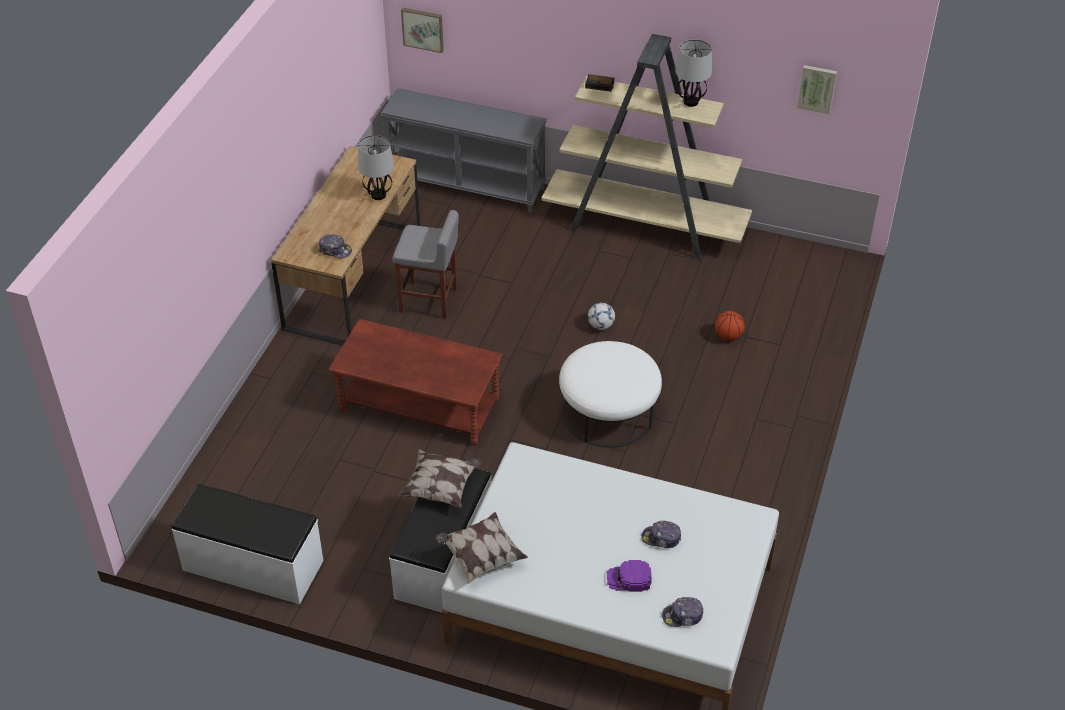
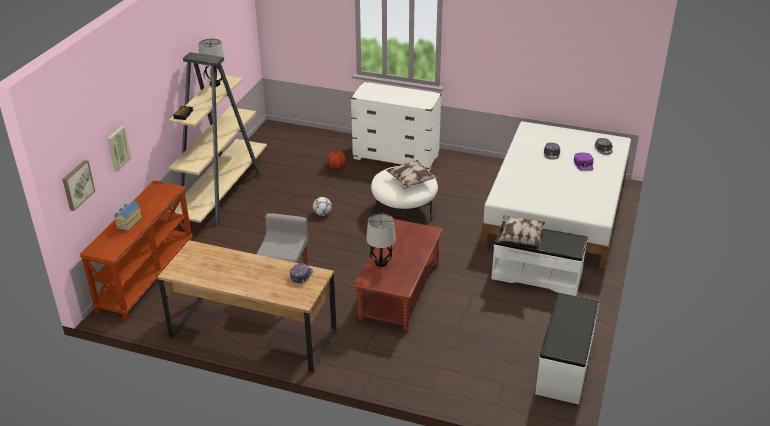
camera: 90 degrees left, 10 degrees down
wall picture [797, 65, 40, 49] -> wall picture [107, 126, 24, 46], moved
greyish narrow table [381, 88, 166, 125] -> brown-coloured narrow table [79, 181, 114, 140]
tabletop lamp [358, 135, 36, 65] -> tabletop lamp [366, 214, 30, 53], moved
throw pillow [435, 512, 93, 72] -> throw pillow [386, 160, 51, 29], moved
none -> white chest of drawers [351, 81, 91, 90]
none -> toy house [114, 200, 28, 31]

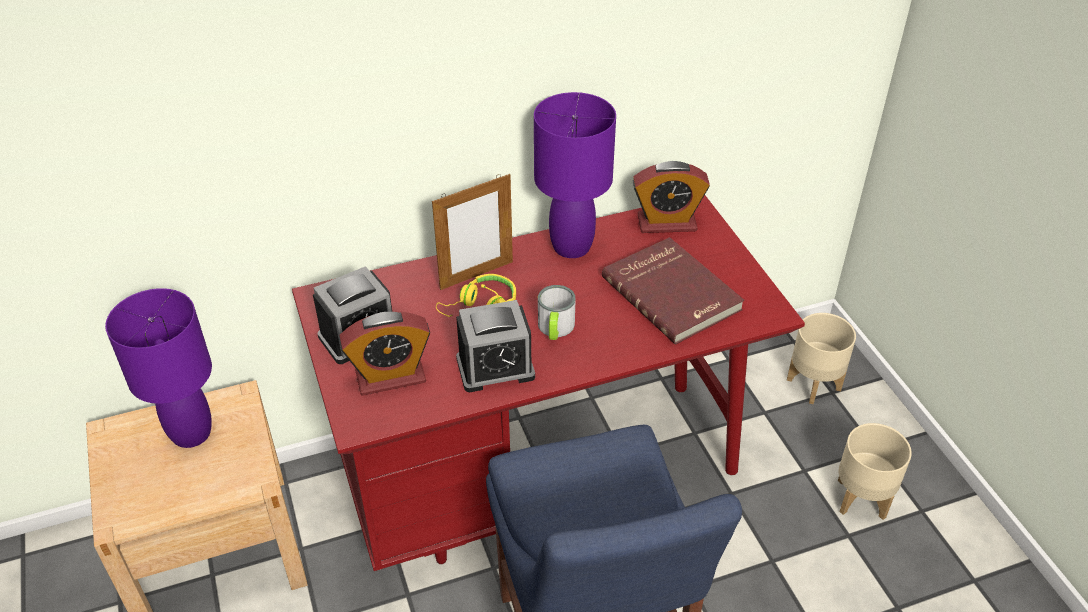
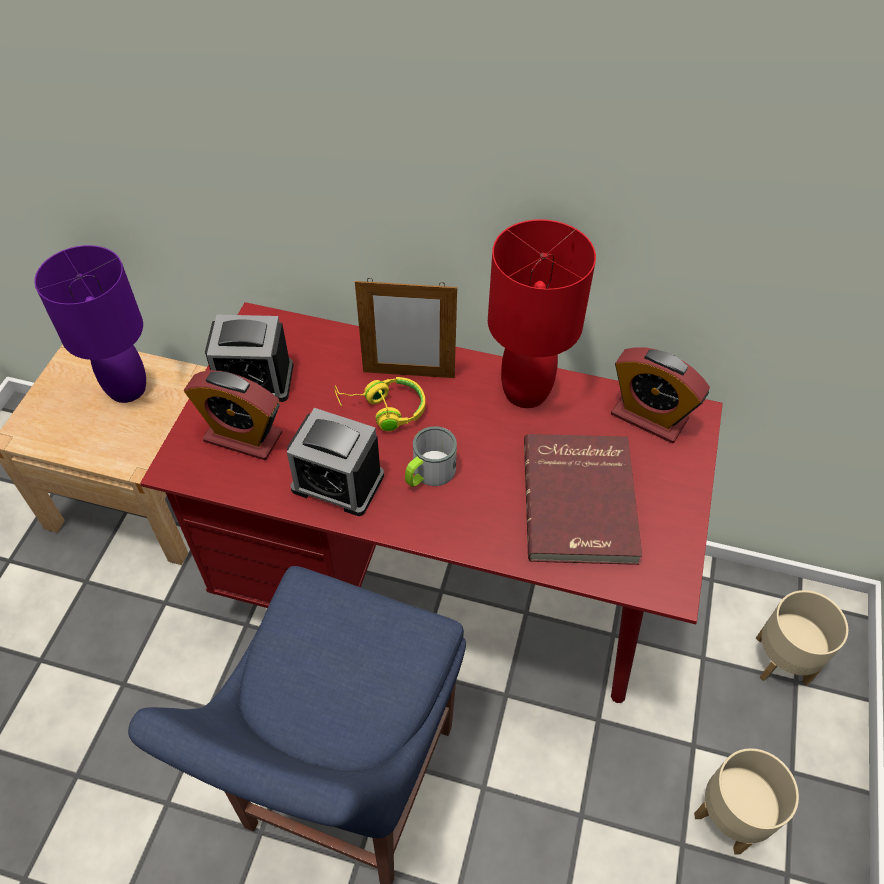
camera: 35 degrees right, 10 degrees up
purplish tabletop lamp [534, 92, 82, 166] -> reddish tabletop lamp [488, 219, 108, 189]

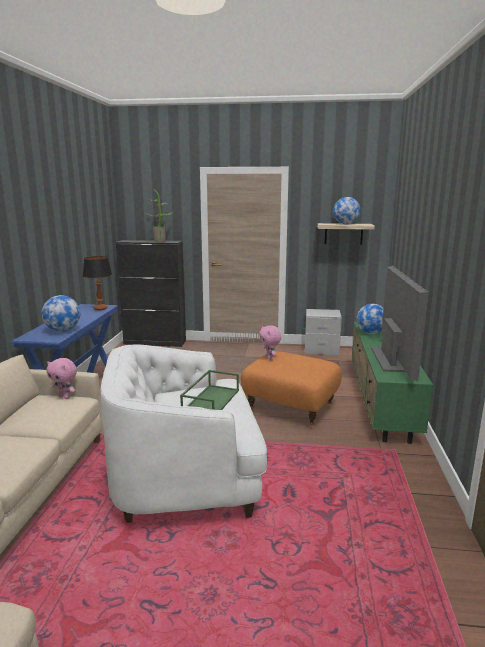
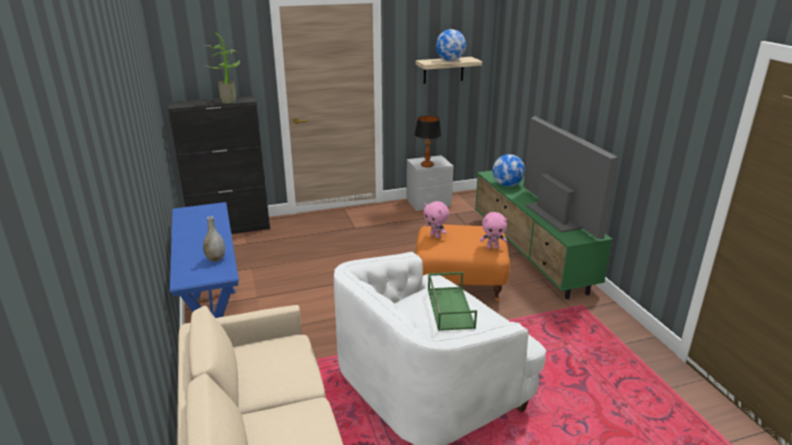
camera: 25 degrees left, 10 degrees up
tabletop lamp [83, 256, 29, 54] -> tabletop lamp [415, 116, 27, 51], moved
desk globe [41, 295, 39, 37] -> greyish vase [203, 216, 22, 46]
pink plush toy [47, 358, 30, 41] -> pink plush toy [480, 212, 27, 37], moved

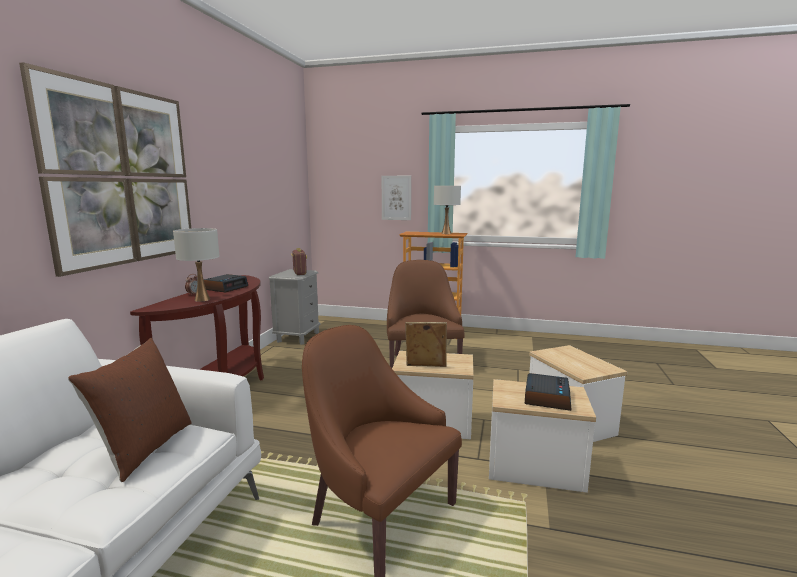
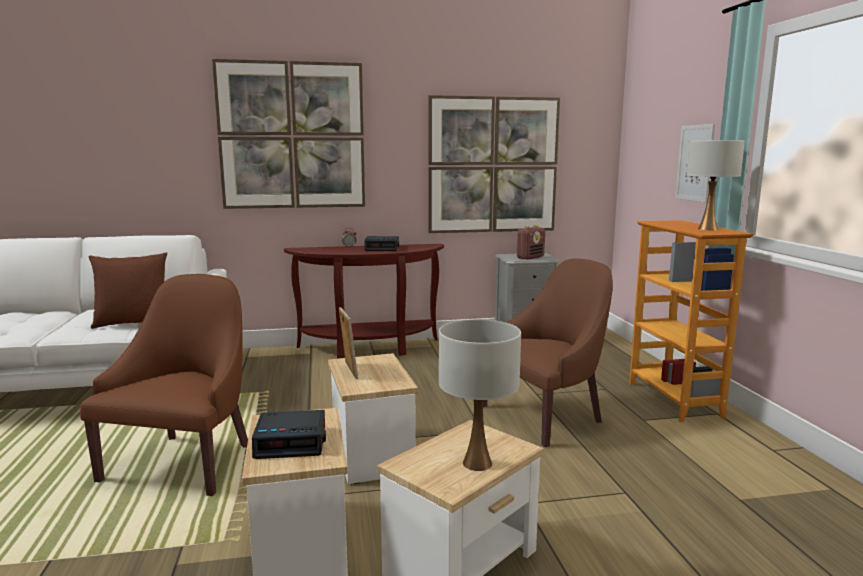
camera: 65 degrees right, 0 degrees up
white tabletop lamp [173, 228, 47, 74] -> white tabletop lamp [439, 319, 82, 152], moved
none -> wall picture [428, 95, 132, 138]

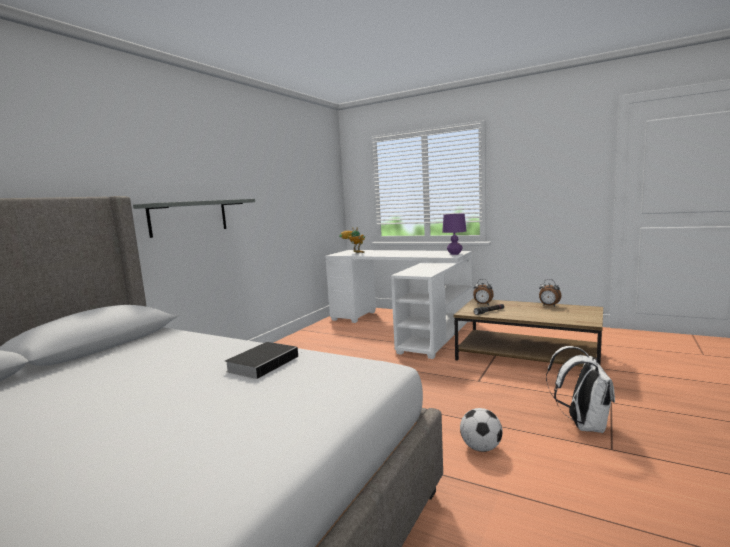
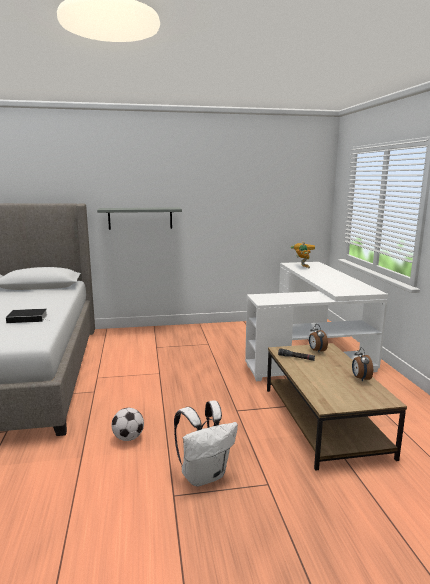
camera: 50 degrees right, 5 degrees up
purplish tabletop lamp [442, 214, 24, 41] -> none

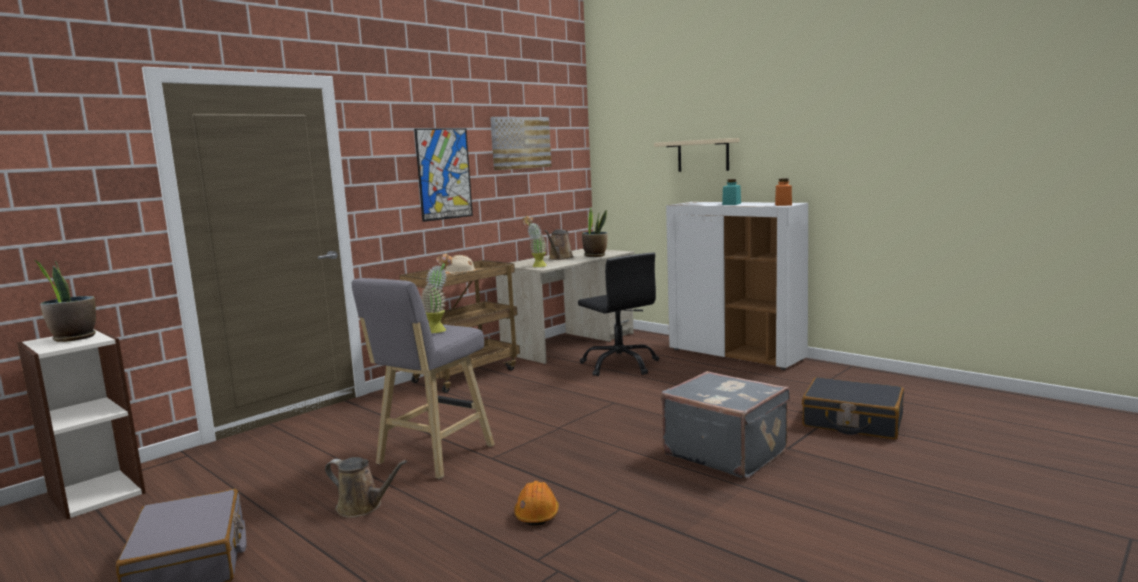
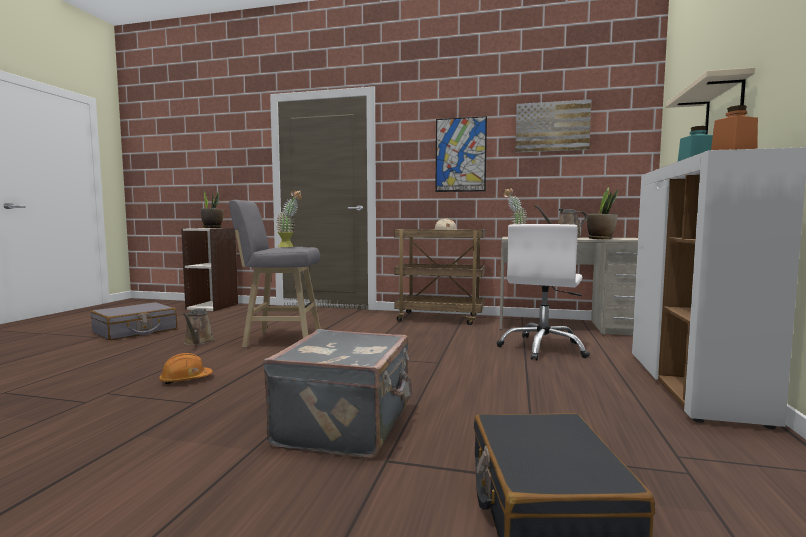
camera: 60 degrees right, 5 degrees down
black-coloured computer chair [578, 253, 81, 123] -> white computer chair [497, 224, 93, 137]

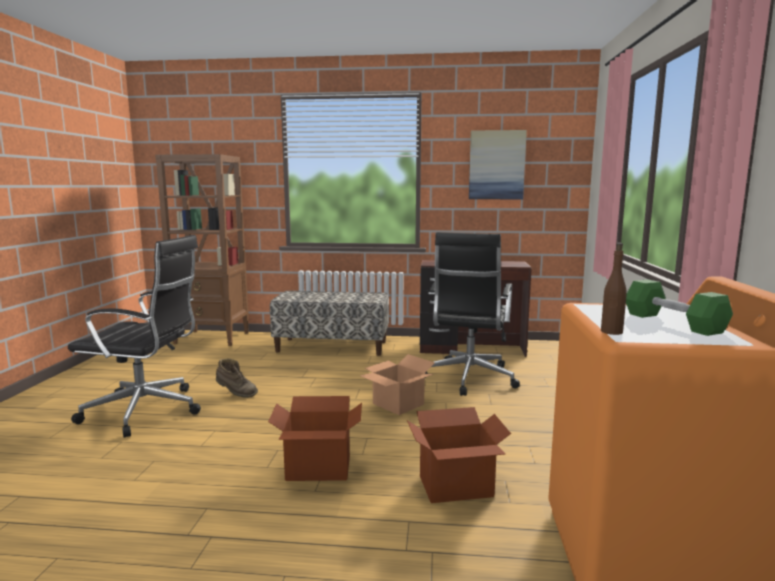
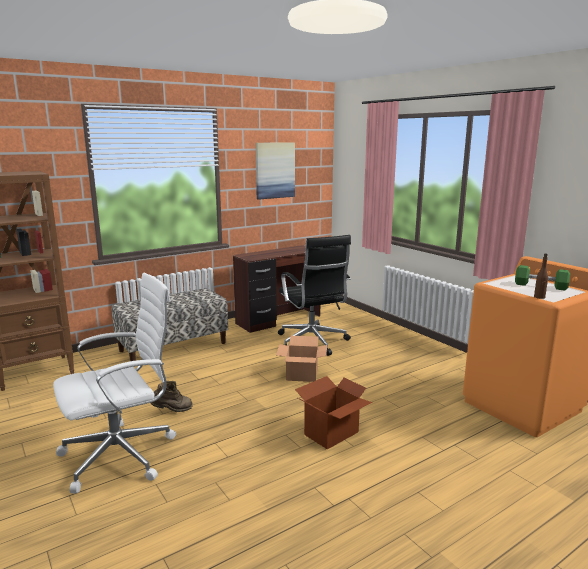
camera: 40 degrees left, 5 degrees up
black-coloured computer chair [68, 235, 133, 203] -> white computer chair [53, 273, 123, 220]
packing box [407, 407, 104, 96] -> none

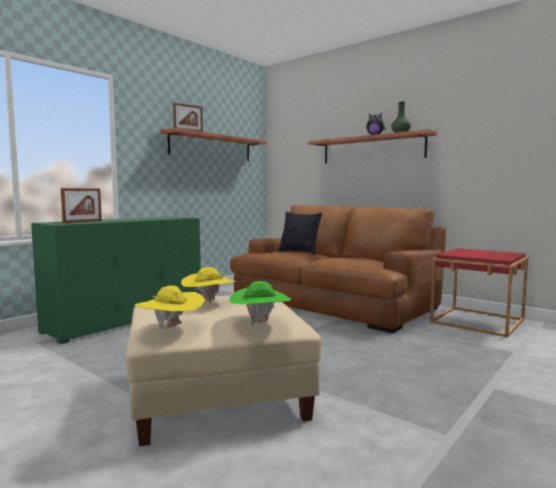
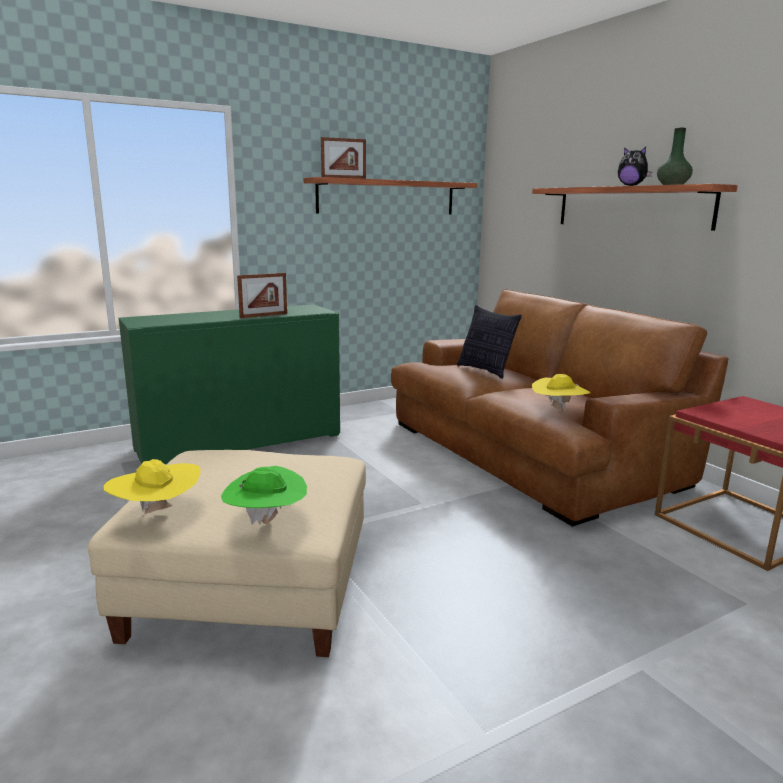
camera: 20 degrees right, 10 degrees up
picture frame [61, 188, 41, 35] -> picture frame [237, 273, 50, 45], moved
yellow-coloured wearable hat [181, 267, 54, 36] -> yellow-coloured wearable hat [532, 374, 58, 37], moved

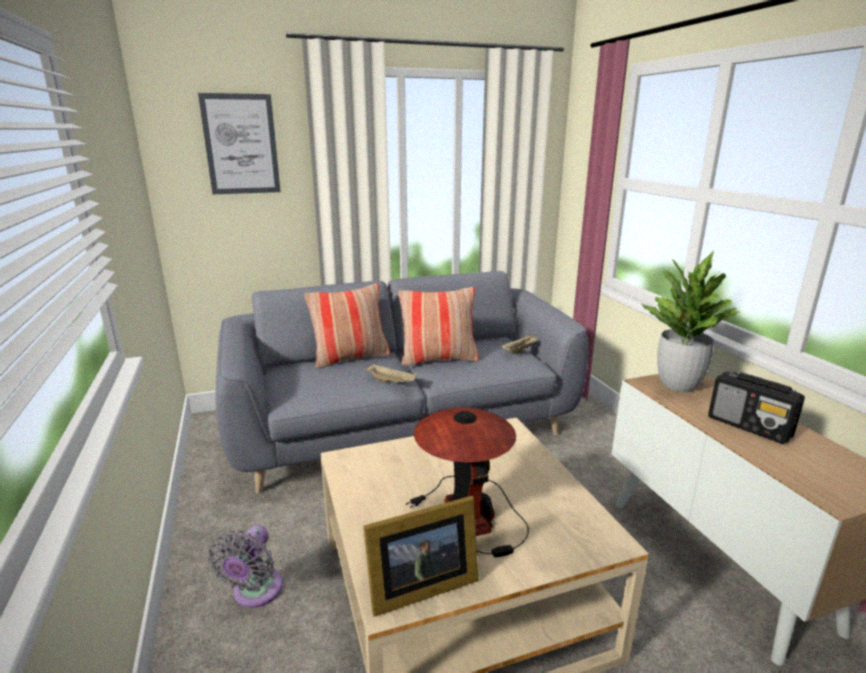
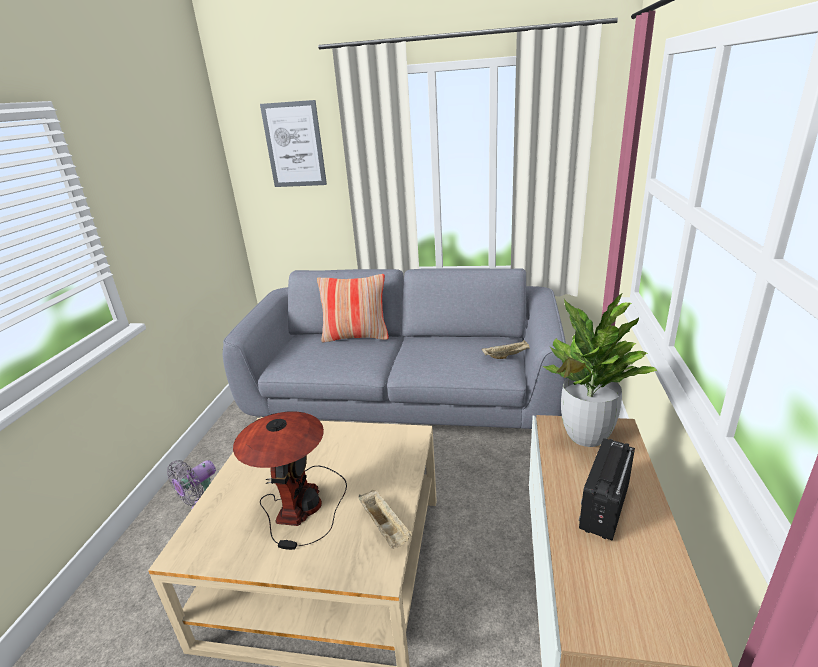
camera: 30 degrees right, 5 degrees up
throw pillow [398, 287, 81, 79] -> none
beige-coloured tray [364, 364, 53, 19] -> beige-coloured tray [358, 490, 54, 59], moved
radio set [708, 371, 97, 73] -> radio set [579, 438, 56, 103], 45 degrees clockwise
picture frame [363, 496, 115, 121] -> none

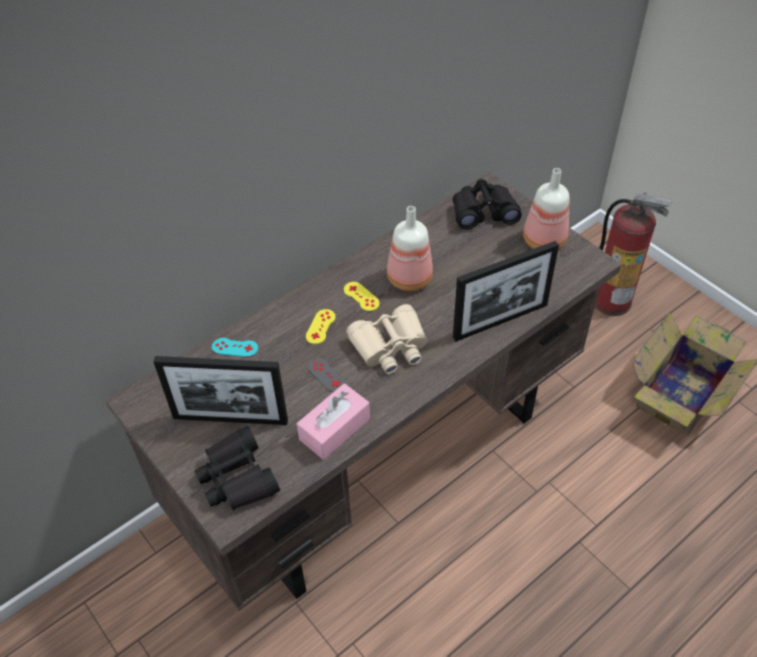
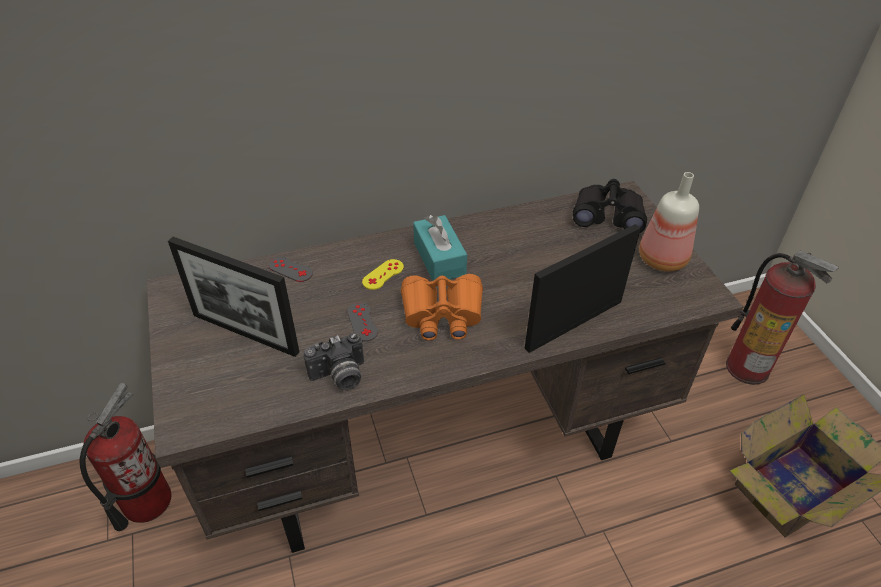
camera: 20 degrees right, 5 degrees down
beverage bottle [387, 206, 46, 85] -> none
picture frame [453, 241, 106, 101] -> picture frame [525, 224, 116, 129], 150 degrees clockwise
yellow-coloured gamepad [344, 282, 36, 29] -> turquoise tissue holder [413, 215, 54, 66]
beige-coloured field glasses [346, 304, 82, 70] -> orange field glasses [401, 274, 82, 66]
turquoise gamepad [212, 338, 46, 19] -> greyish gamepad [269, 256, 44, 26]
pink tissue holder [297, 383, 73, 77] -> still camera [303, 332, 61, 58]
black-coloured field glasses [195, 426, 85, 84] -> none
none -> fire-fighting cylinder [80, 383, 92, 148]

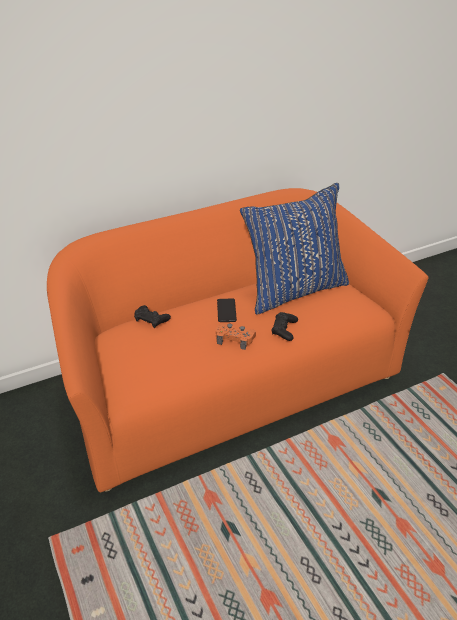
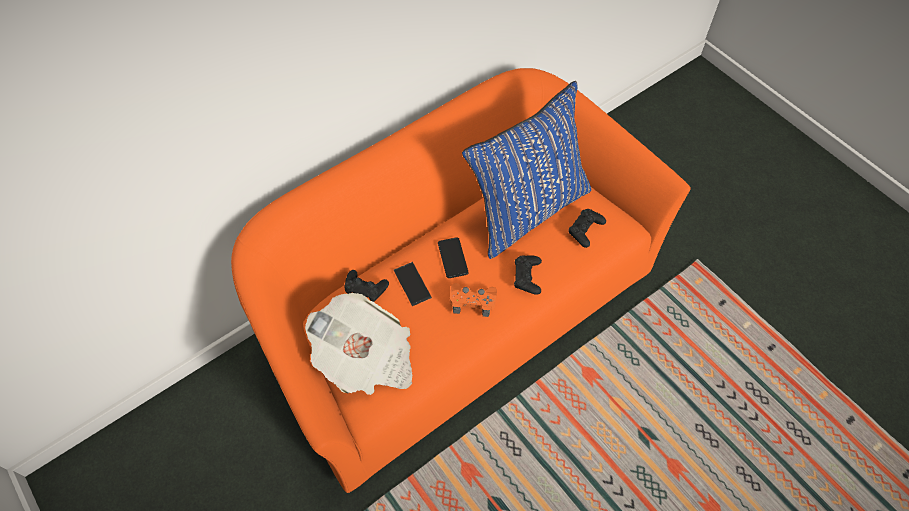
camera: 10 degrees left, 20 degrees up
none -> black-coloured gamepad [568, 209, 38, 39]
none -> telephone [394, 262, 38, 44]
none -> newspaper [305, 293, 107, 102]

